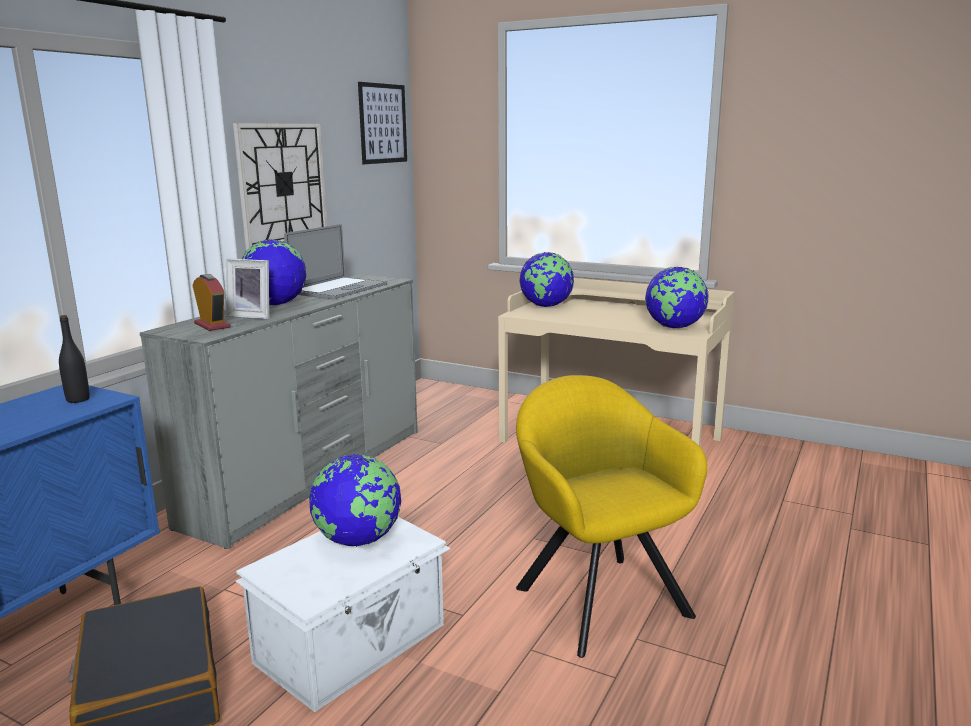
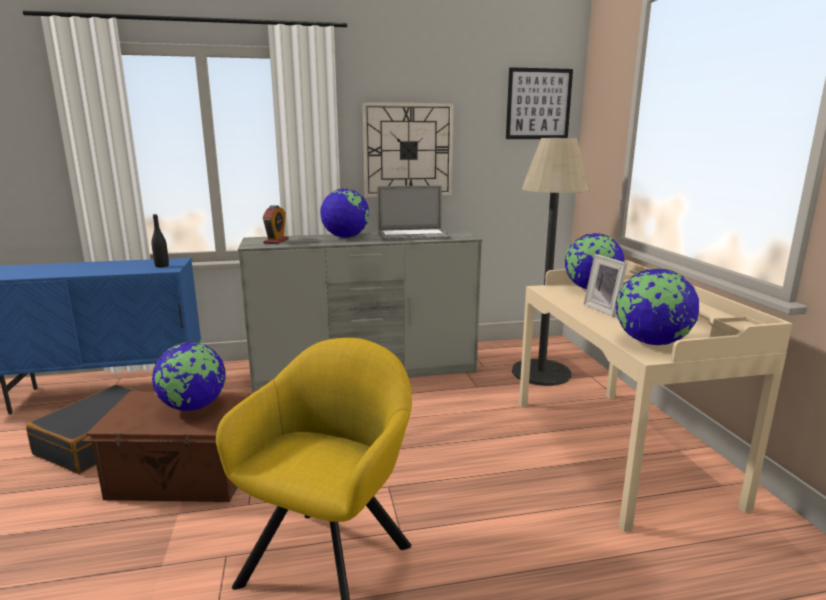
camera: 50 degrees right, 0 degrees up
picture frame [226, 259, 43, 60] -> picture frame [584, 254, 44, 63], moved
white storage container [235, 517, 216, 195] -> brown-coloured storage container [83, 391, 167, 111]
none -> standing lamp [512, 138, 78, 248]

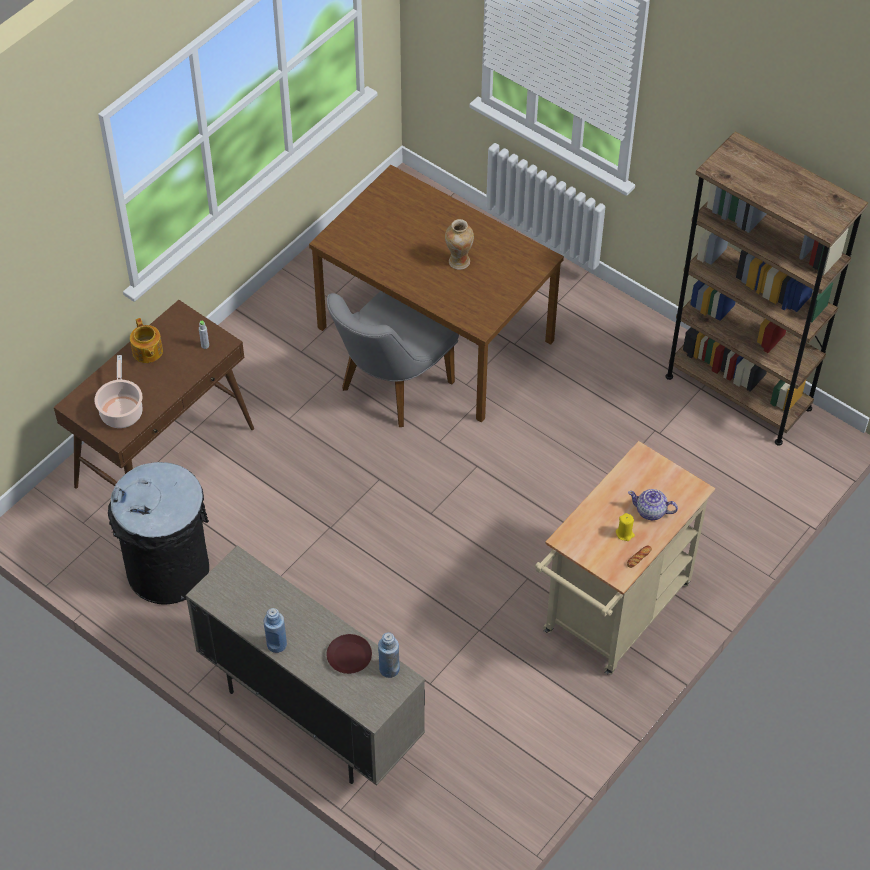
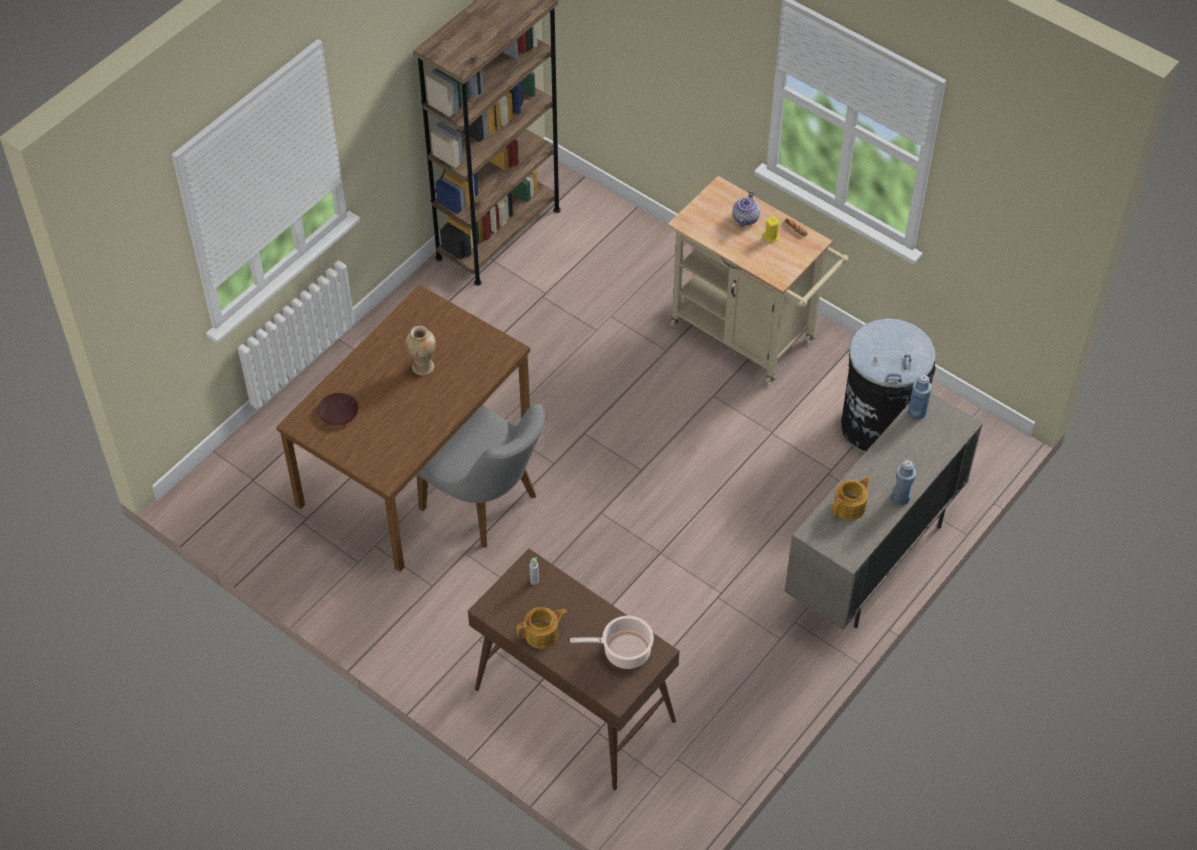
camera: 90 degrees left, 0 degrees up
black-coloured waste bin [108, 462, 101, 143] -> black-coloured waste bin [841, 318, 95, 136], moved
brown-coloured dinner plate [327, 634, 45, 40] -> brown-coloured dinner plate [317, 393, 41, 33], moved
none -> pot for tea [832, 476, 39, 44]

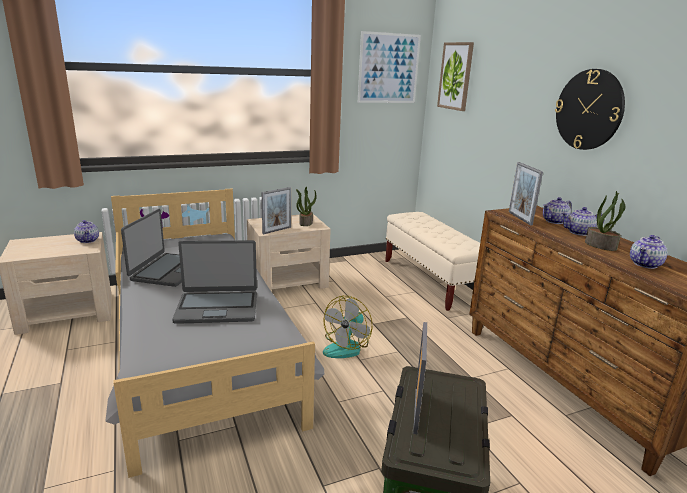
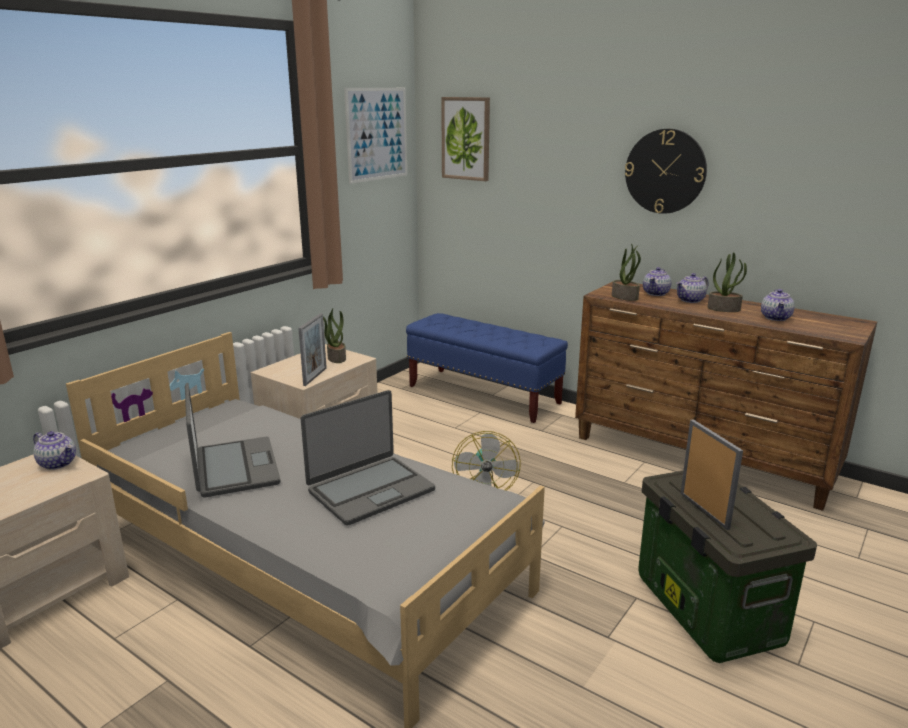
camera: 30 degrees left, 0 degrees up
picture frame [509, 162, 34, 64] -> potted plant [612, 243, 29, 58]
beige-coloured indoor bench [385, 212, 95, 99] -> blue indoor bench [406, 313, 162, 110]

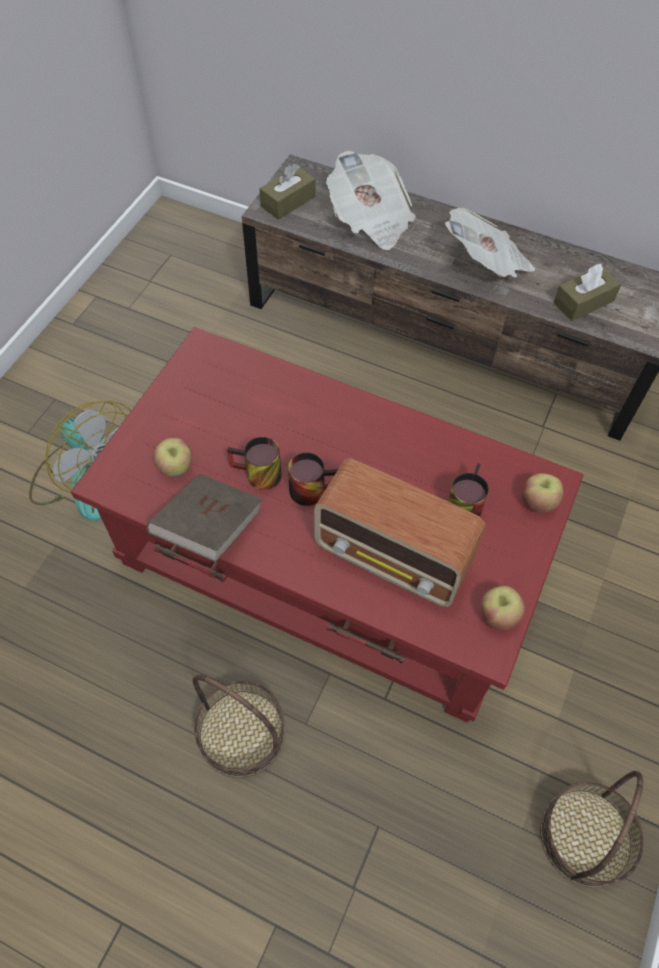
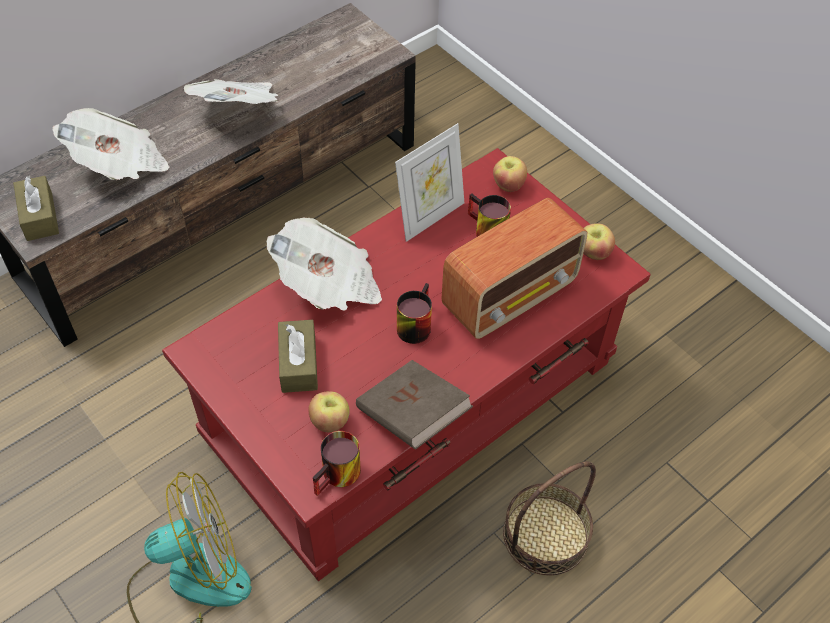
camera: 65 degrees left, 5 degrees down
brown-coloured tissue holder [553, 264, 68, 57] -> brown-coloured tissue holder [278, 320, 40, 73], moved
tea mug [227, 437, 55, 53] -> tea mug [313, 431, 48, 65], moved
basket [540, 771, 104, 117] -> none
none -> picture frame [395, 123, 69, 119]
none -> newspaper [267, 218, 115, 93]

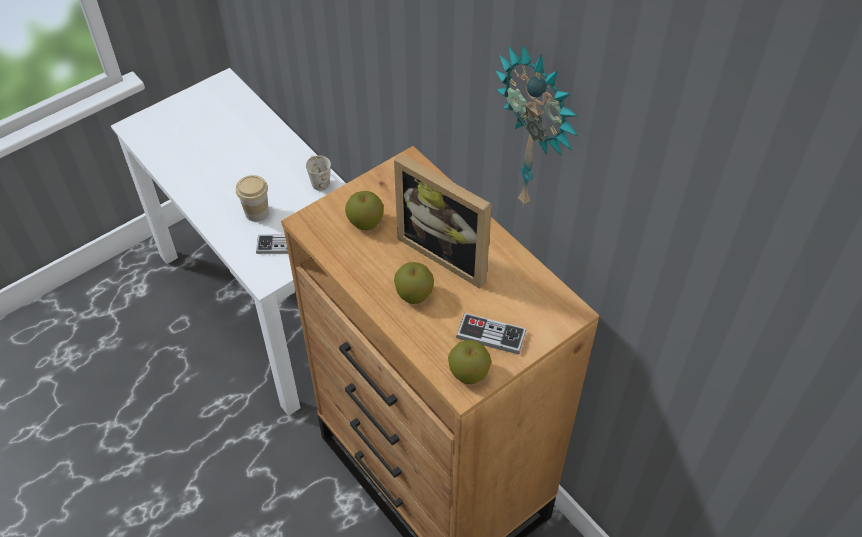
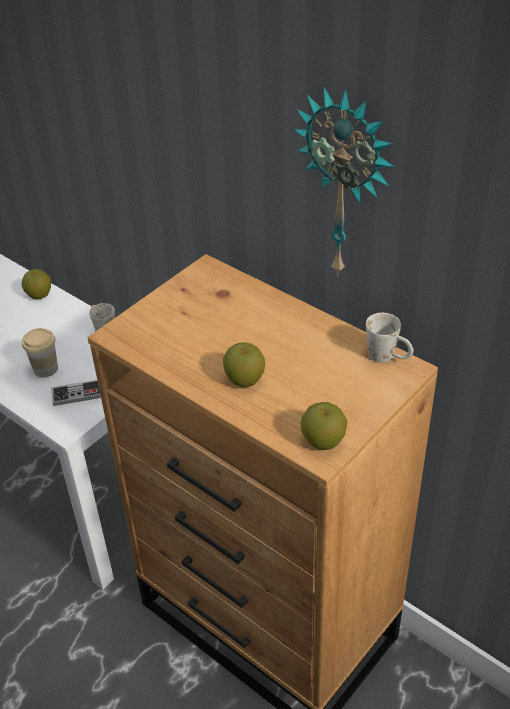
camera: 10 degrees left, 10 degrees down
picture frame [394, 153, 98, 135] -> none
apple [345, 191, 39, 39] -> apple [22, 269, 29, 30], moved
gamepad [456, 313, 70, 41] -> none
none -> white tea mug [366, 313, 47, 50]

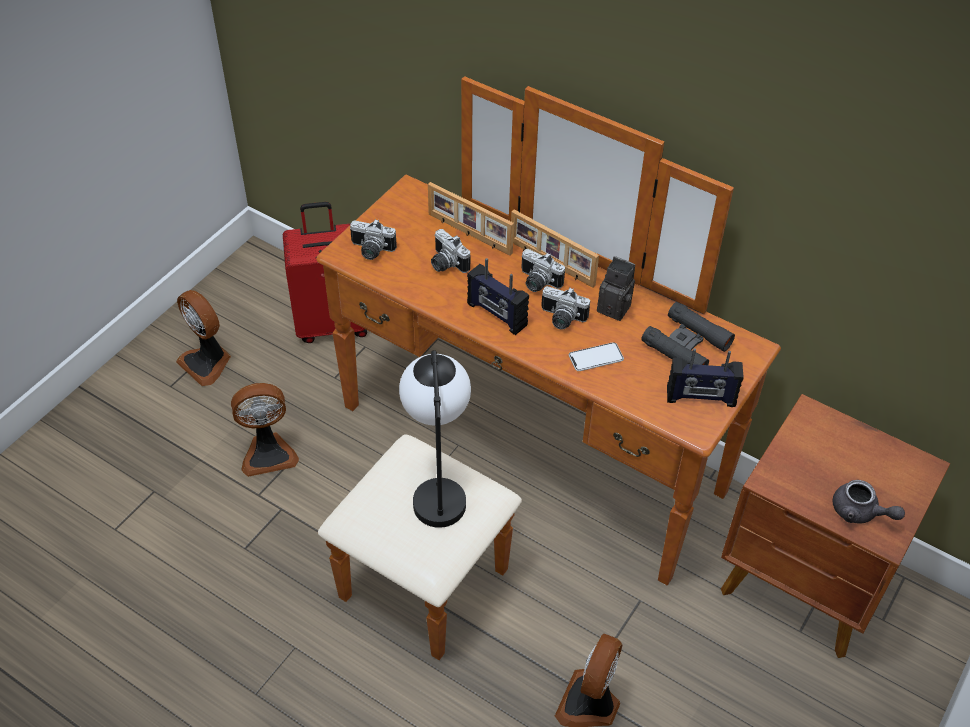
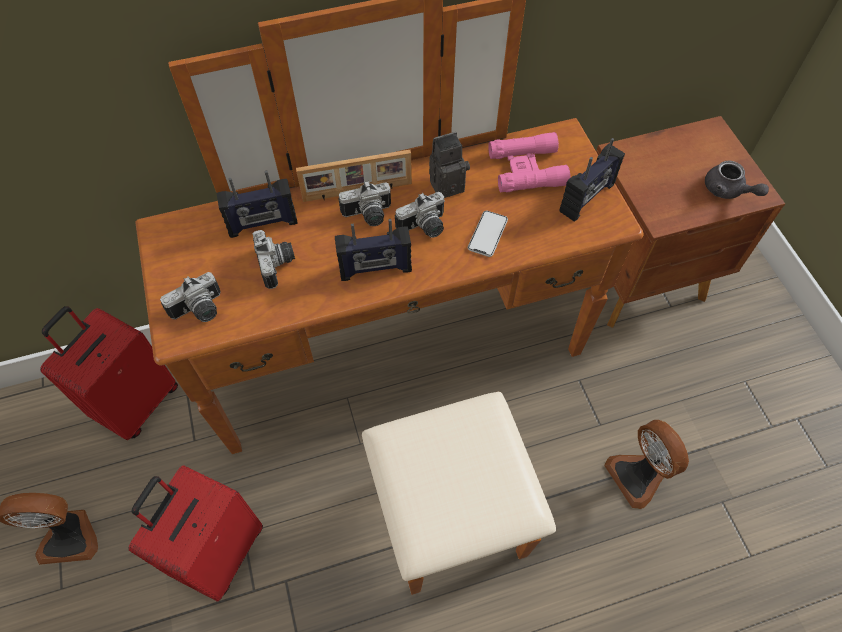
camera: 50 degrees left, 10 degrees up
picture frame [428, 182, 86, 74] -> radio set [217, 170, 81, 68]
still camera [431, 229, 39, 44] -> still camera [253, 230, 42, 59], 105 degrees counterclockwise
black-coloured field glasses [641, 302, 94, 63] -> pink field glasses [488, 132, 82, 60]
tabletop lamp [399, 350, 72, 178] -> none
fan [231, 383, 68, 94] -> reddish travel case [128, 466, 135, 136]
greyish pot for tea [832, 480, 73, 43] -> greyish pot for tea [705, 161, 64, 38], 60 degrees clockwise

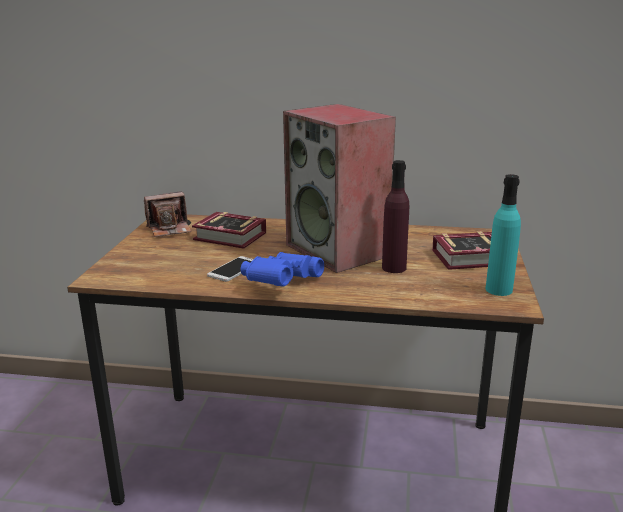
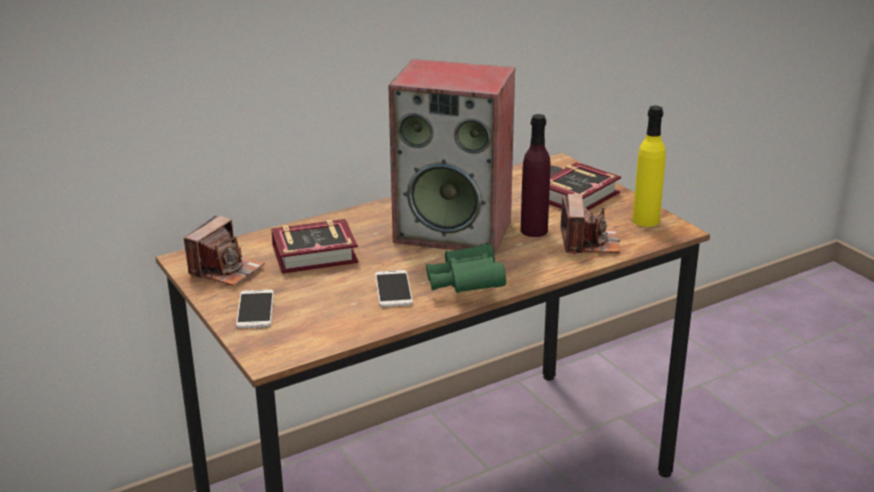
camera: 40 degrees left, 5 degrees up
turquoise beverage bottle [485, 174, 36, 122] -> yellow-coloured beverage bottle [632, 106, 34, 121]
blue field glasses [241, 252, 83, 34] -> green field glasses [426, 244, 80, 49]
none -> still camera [560, 194, 60, 61]
none -> telephone [236, 289, 38, 40]

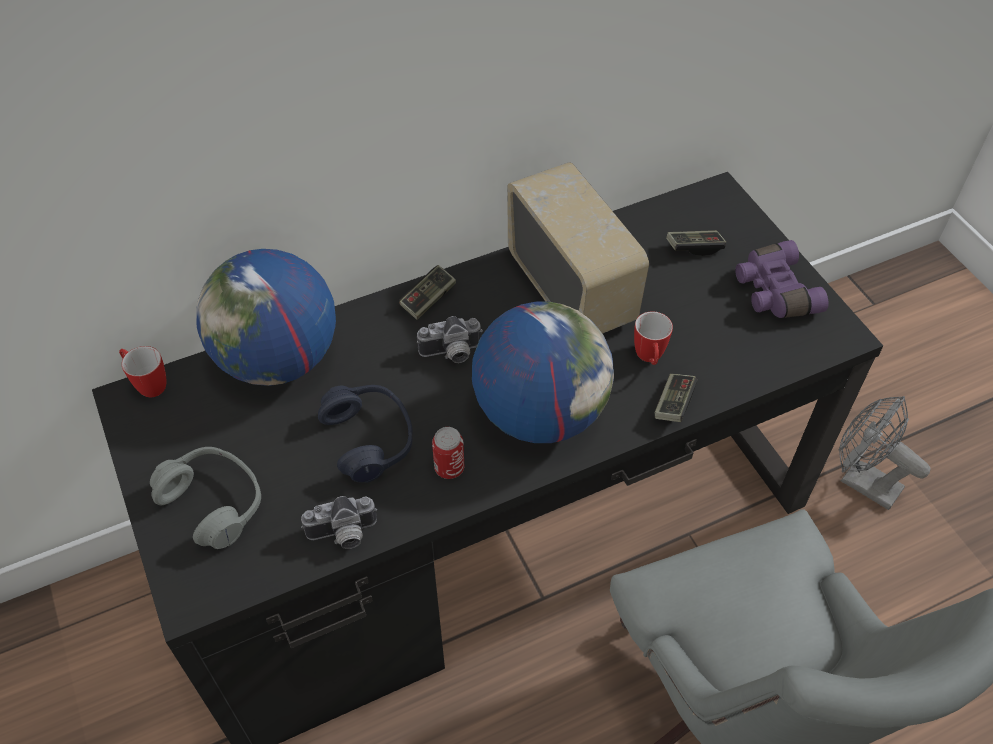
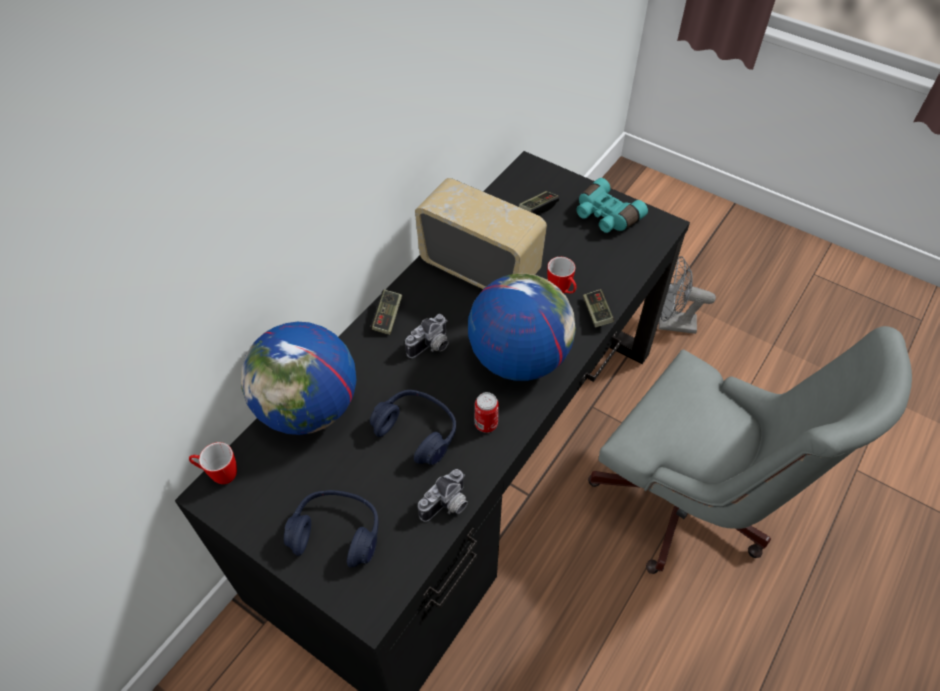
camera: 30 degrees left, 0 degrees up
purplish field glasses [735, 240, 94, 78] -> turquoise field glasses [576, 178, 72, 55]
greyish pair of headphones [150, 447, 111, 102] -> blue pair of headphones [284, 490, 94, 78]

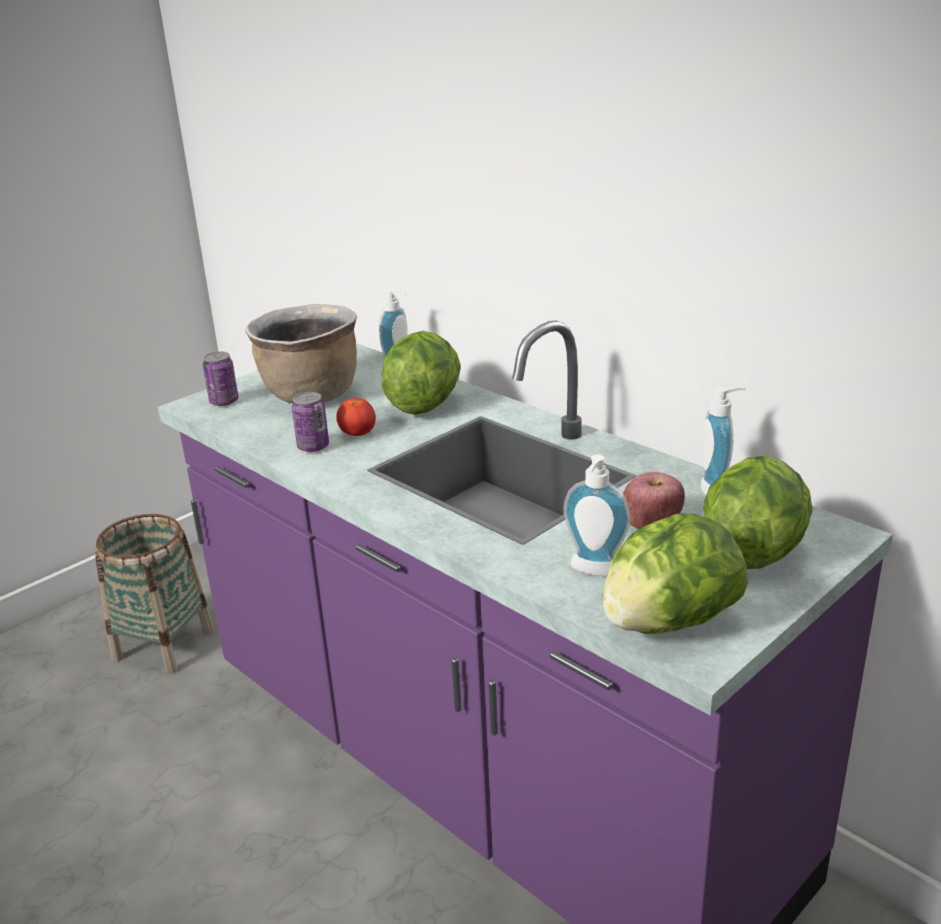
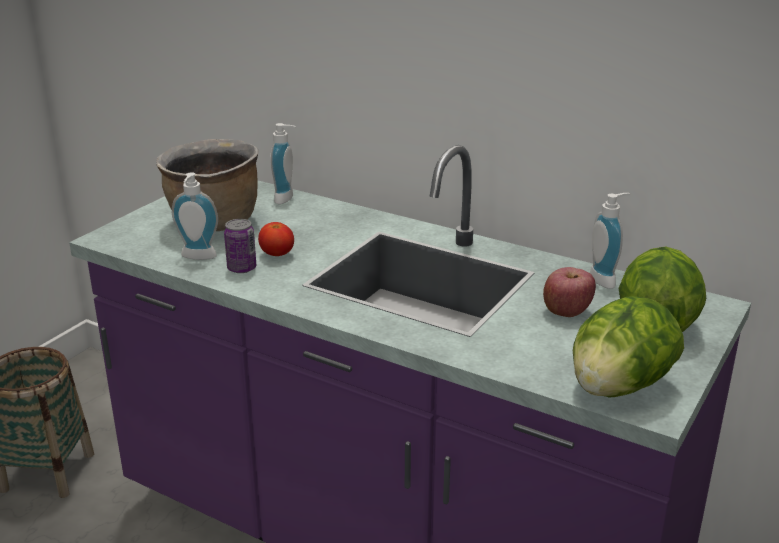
camera: 15 degrees left, 0 degrees up
lettuce head [381, 331, 80, 84] -> none
metal can [203, 351, 36, 55] -> none
soap dispenser [564, 455, 67, 121] -> soap dispenser [172, 172, 46, 88], moved

